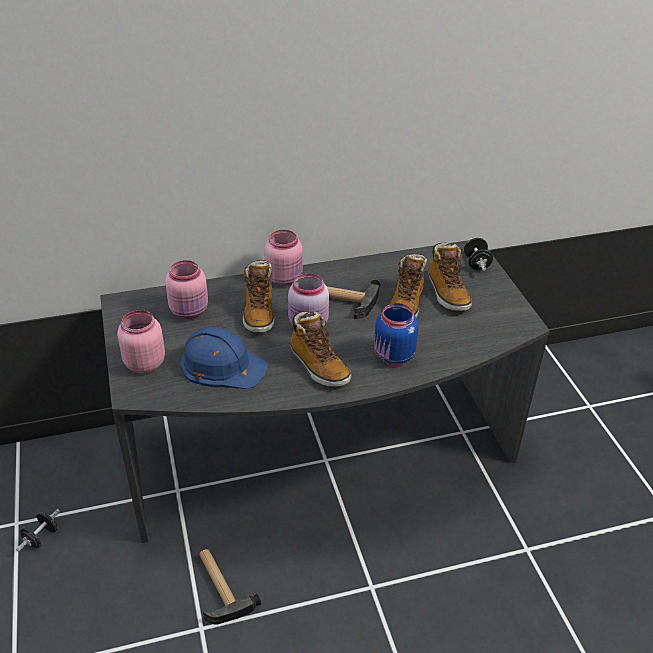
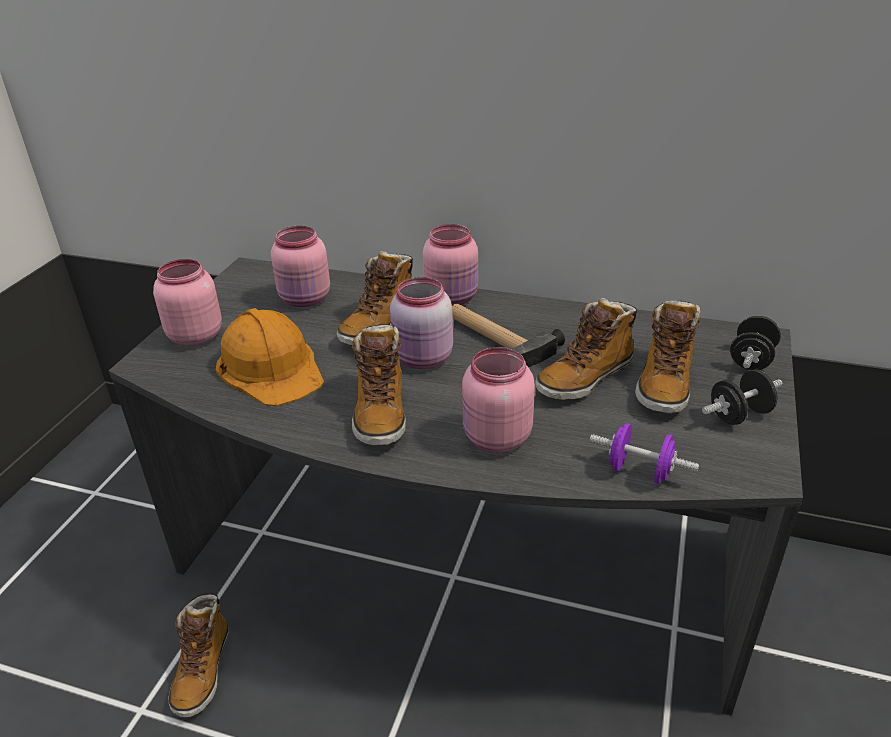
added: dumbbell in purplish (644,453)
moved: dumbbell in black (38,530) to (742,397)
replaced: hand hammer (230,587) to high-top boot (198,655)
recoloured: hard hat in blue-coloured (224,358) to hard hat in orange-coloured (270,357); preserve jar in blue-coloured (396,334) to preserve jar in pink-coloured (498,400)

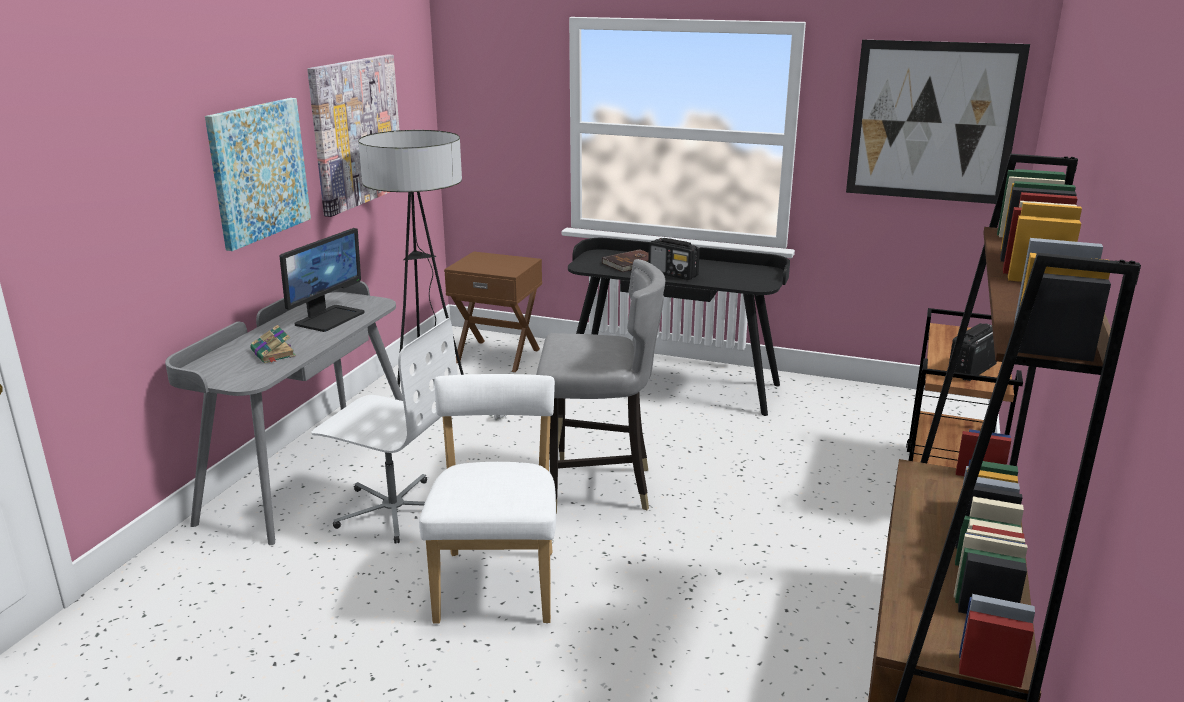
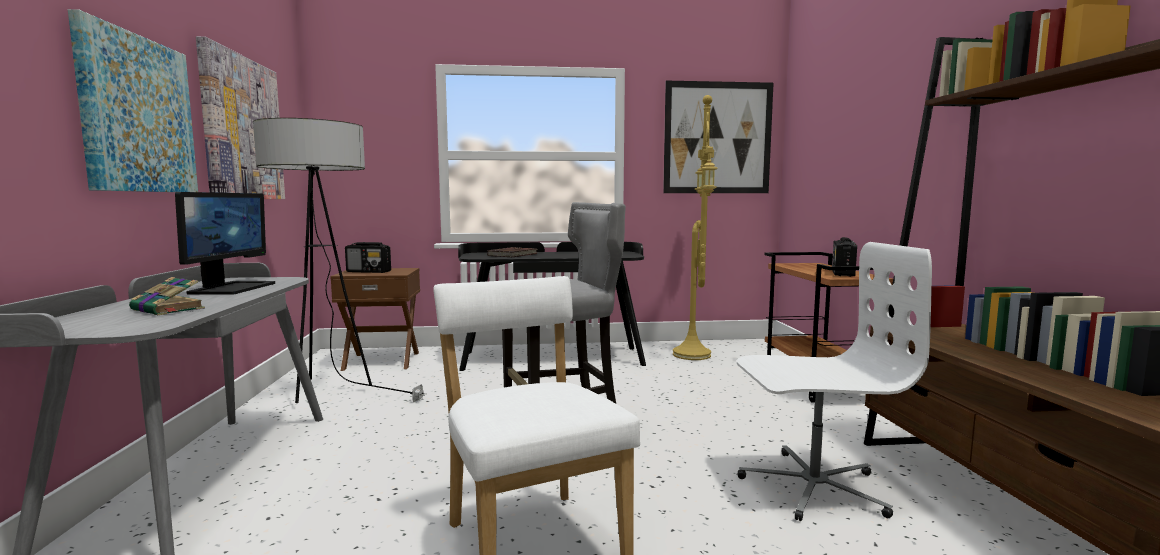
added: standard lamp in yellowish (695,227)
moved: office chair in white-coloured (384,431) to (834,381); radio receiver (674,259) to (368,257)

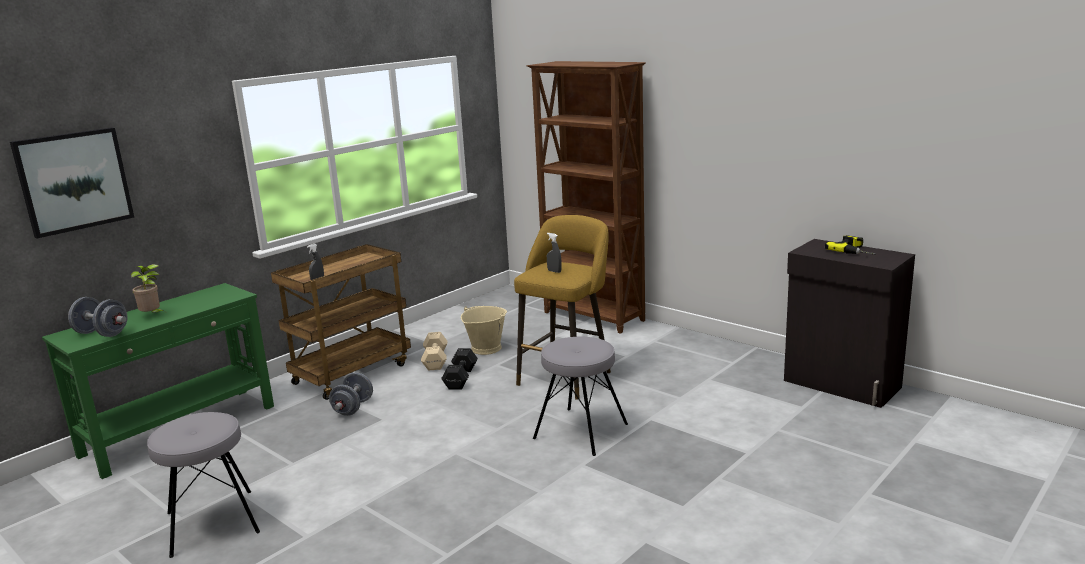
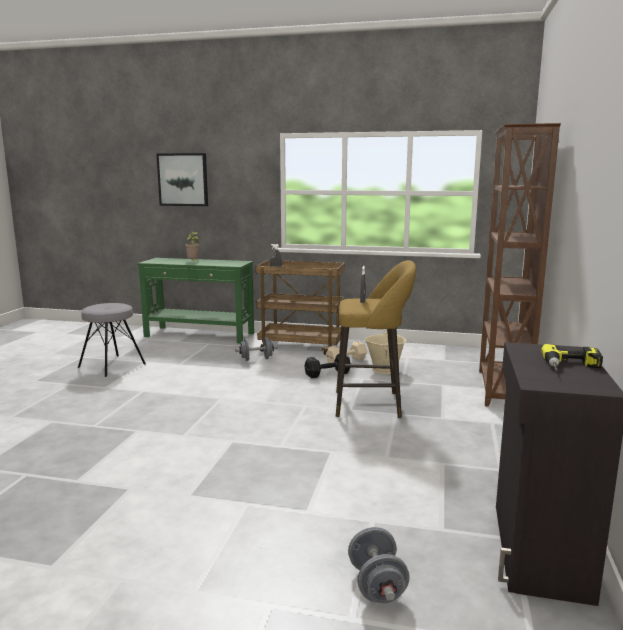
removed: stool seat in gray (580,396)
moved: dumbbell in gray (98,317) to (379,565)

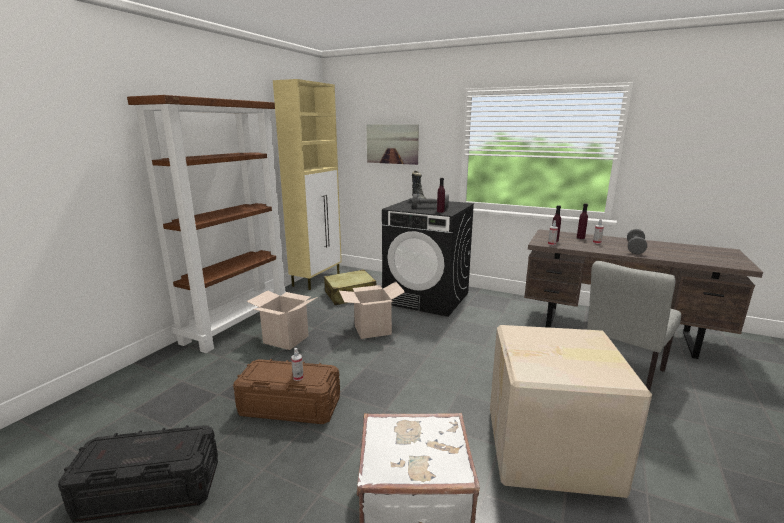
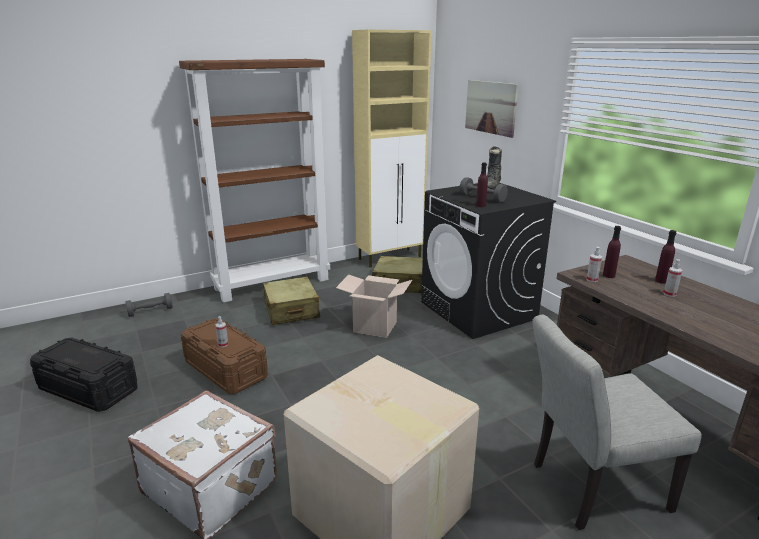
moved: dumbbell in gray (637,241) to (149,305)
replaced: carton (282,320) to suitcase in beige-coloured (291,300)

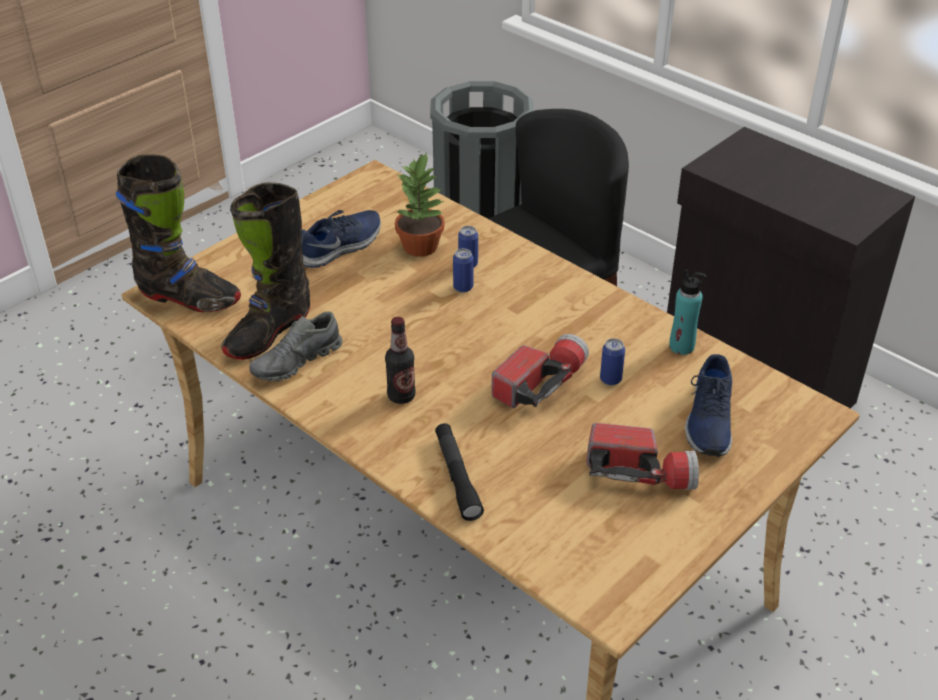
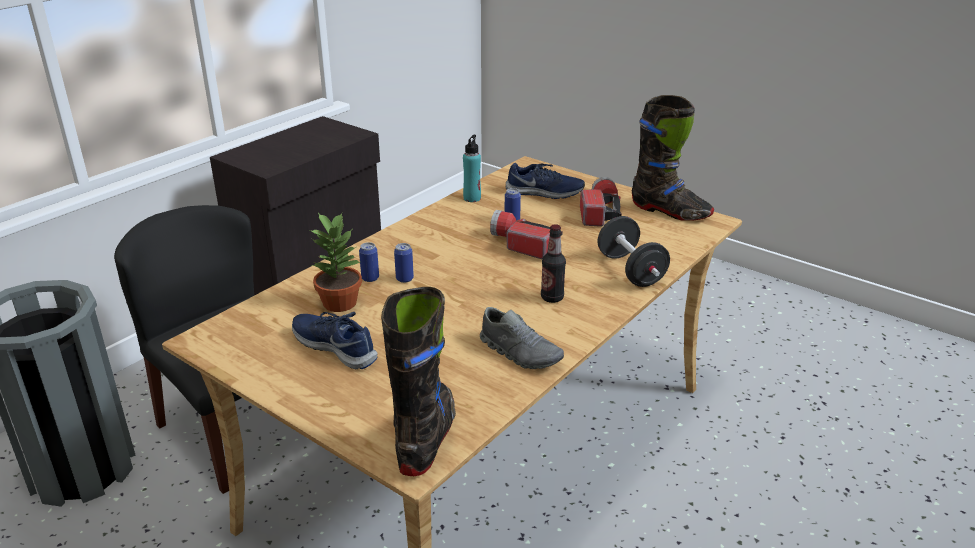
moved: high-top boot in black (265,271) to (673,158)
replaced: flashlight in black (459,472) to dumbbell in black (634,251)

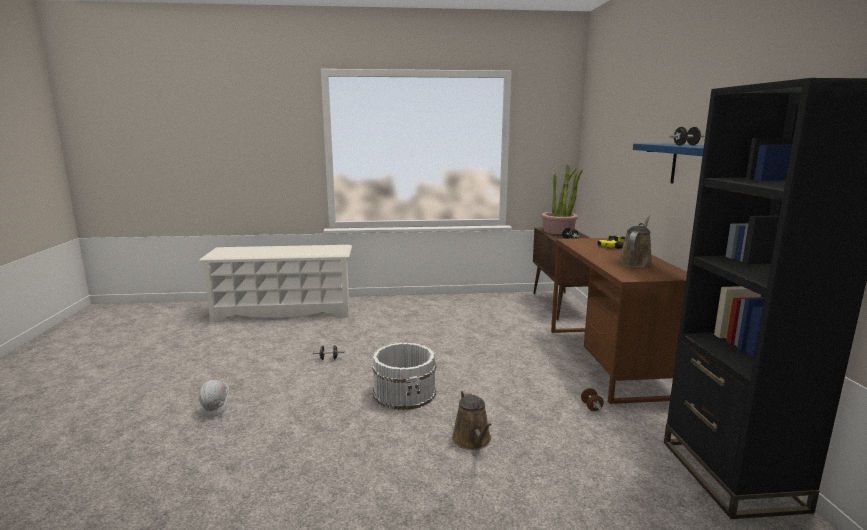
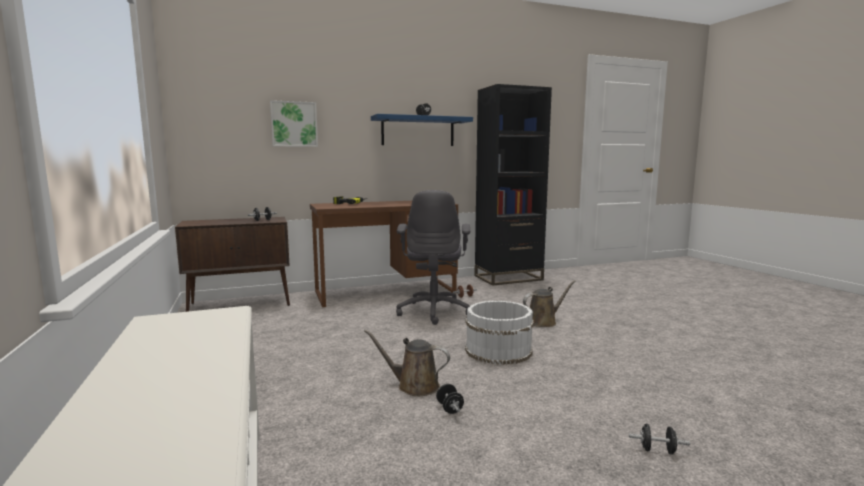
removed: plant in a pot (562,199)
added: wall art (294,123); office chair in gray (433,257)
moved: watering pot in brown-coloured (635,241) to (407,362)
replaced: hard hat in white-coloured (214,398) to dumbbell in black (659,439)

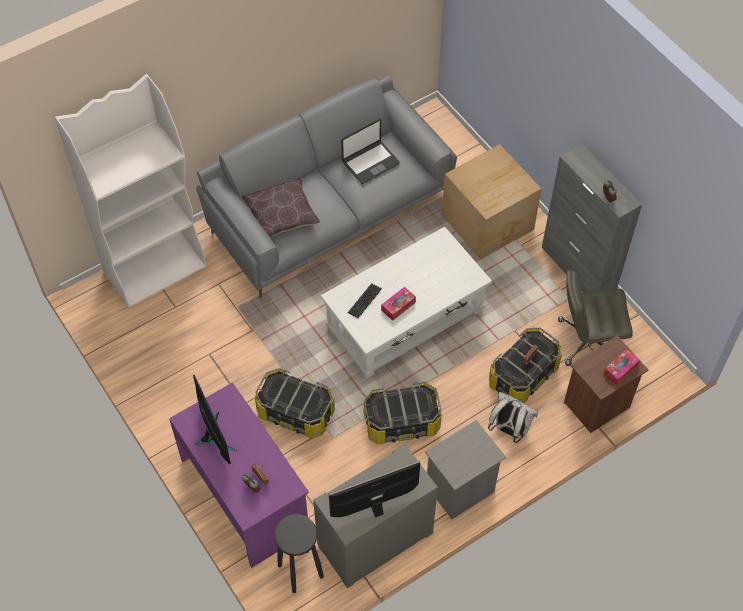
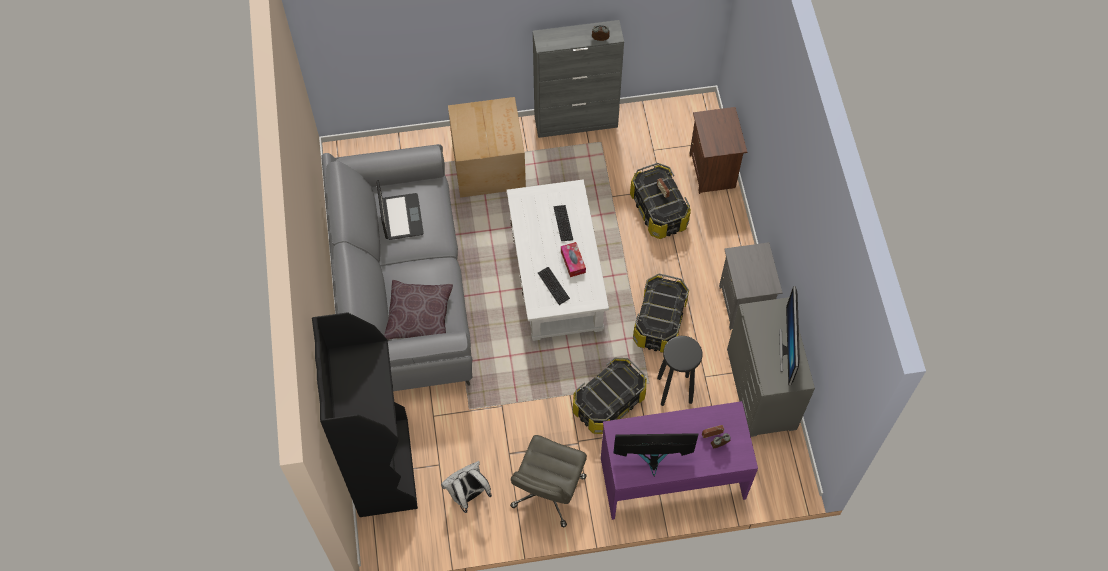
removed: tissue holder (621,367)
added: computer keyboard (563,223)
moved: stool seat in black (299,553) to (679,371); knapsack in white-coloured (513,417) to (466,487); office chair in gray (595,318) to (548,481)
recoloured: shelving unit in white-coloured (130,191) to shelving unit in black (365,414)

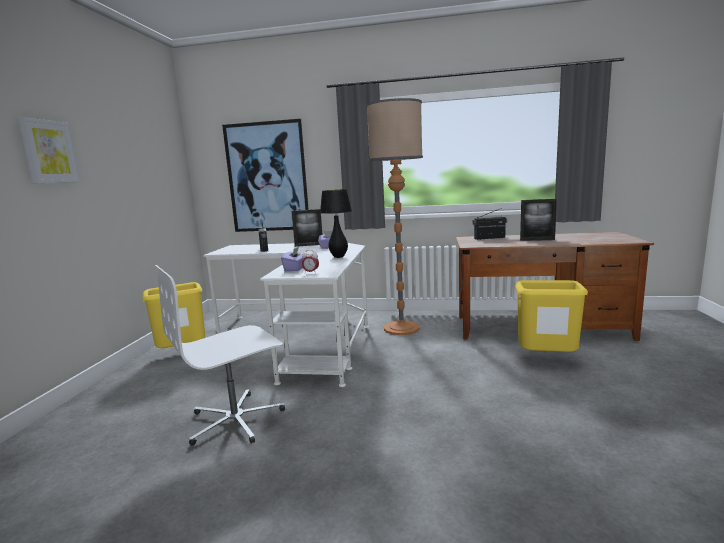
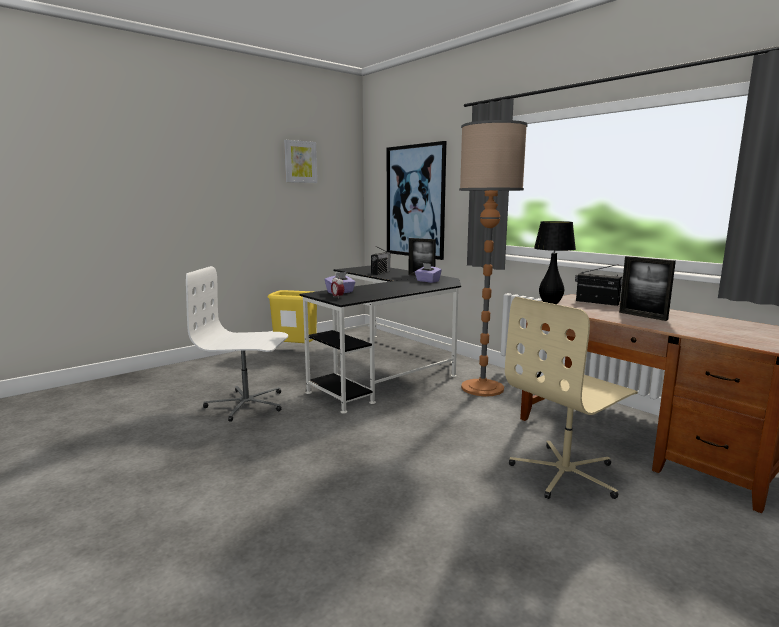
moved: wall art (48,150) to (300,161); table lamp in black (336,223) to (555,262)
replaced: rubbish bin in yellowish (551,316) to office chair in beige-coloured (571,398)
recoloured: desk unit in white-coloured (286,315) to desk unit in black (380,340)

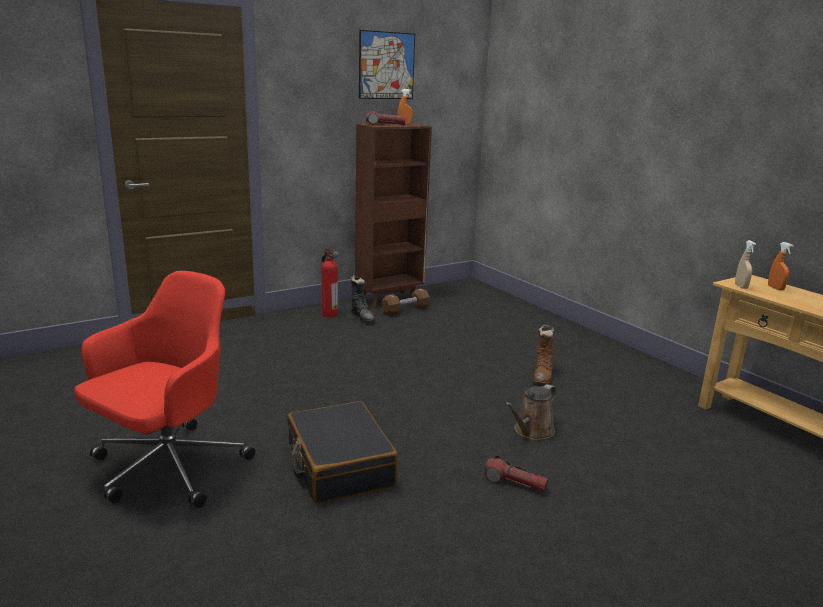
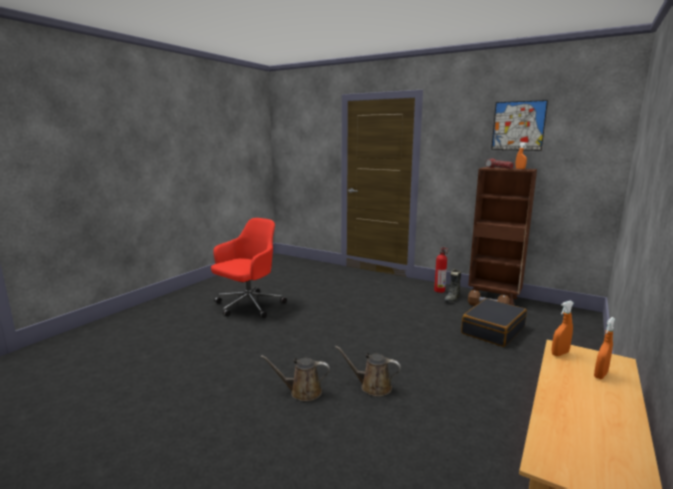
removed: high-top boot in brown-coloured (543,354)
moved: suitcase in black (342,452) to (494,322)
replaced: flashlight (516,474) to watering pot in brown-coloured (295,378)
recoloured: hand sprayer in beige-coloured (745,264) to hand sprayer in orange-coloured (563,328)
turned: office chair in reddish (164,389) = (249,268) 60 degrees counterclockwise

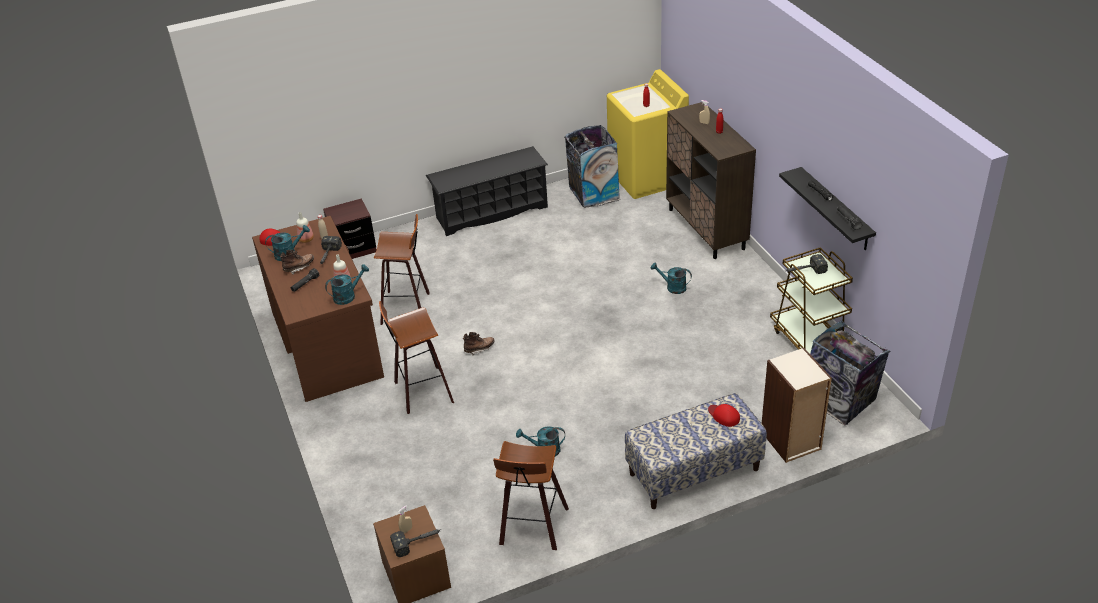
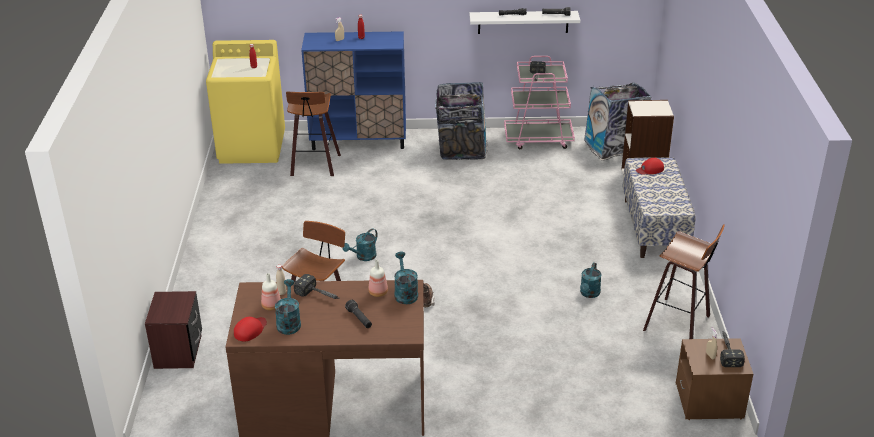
removed: high-top boot in brown-coloured (297,262); shoe shelf in black (487,191)
moved: stool seat (416,357) to (313,134); rubbish bin (592,166) to (461,121); watering pot in blue-green (671,278) to (360,245)
recoloured: cabinet in brown-coloured (711,180) to cabinet in blue-coloured (353,90); wheeled cart in brown-coloured (811,300) to wheeled cart in pink-coloured (539,102); shelf in black (827,208) to shelf in white-coloured (524,22)

